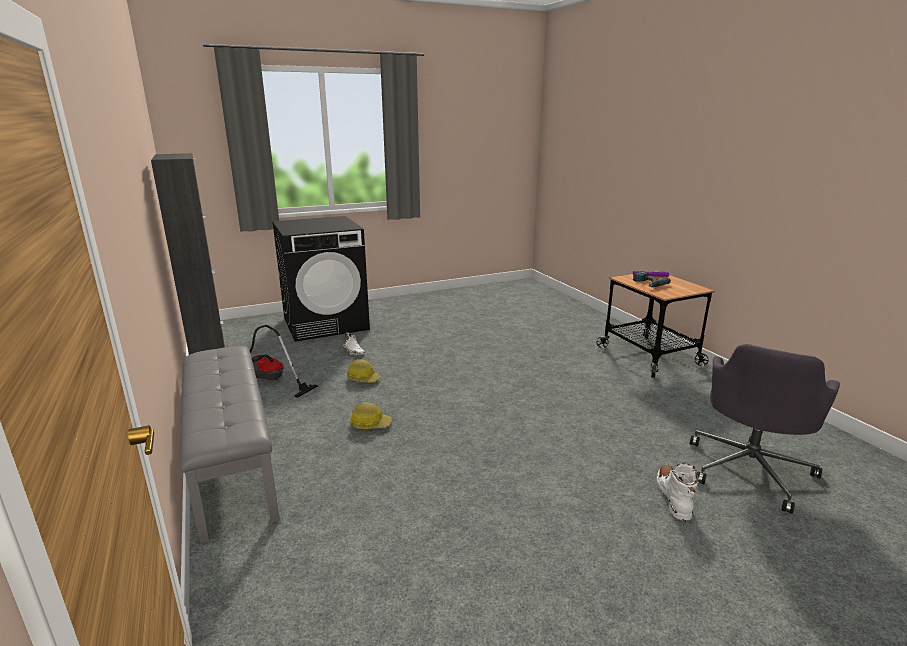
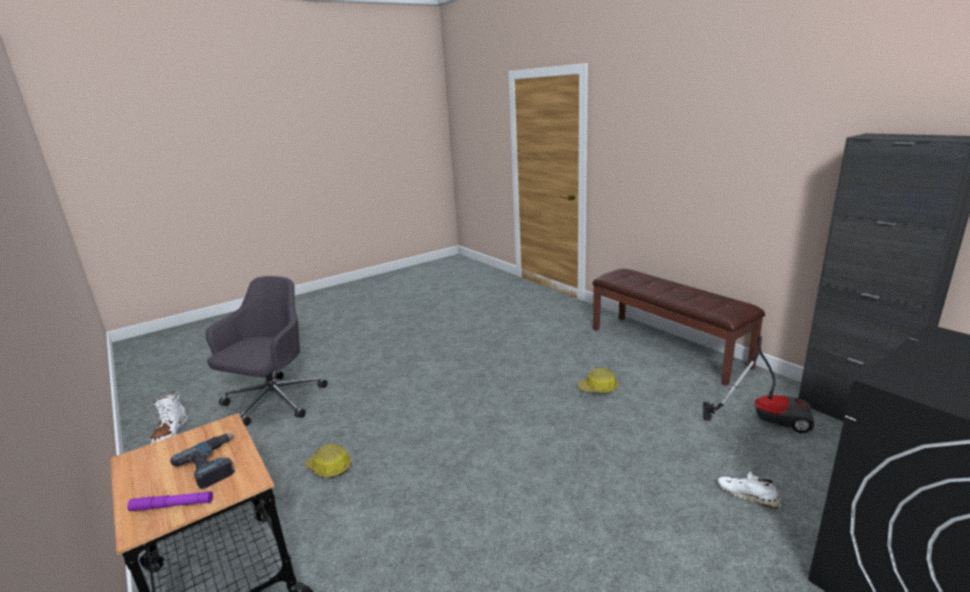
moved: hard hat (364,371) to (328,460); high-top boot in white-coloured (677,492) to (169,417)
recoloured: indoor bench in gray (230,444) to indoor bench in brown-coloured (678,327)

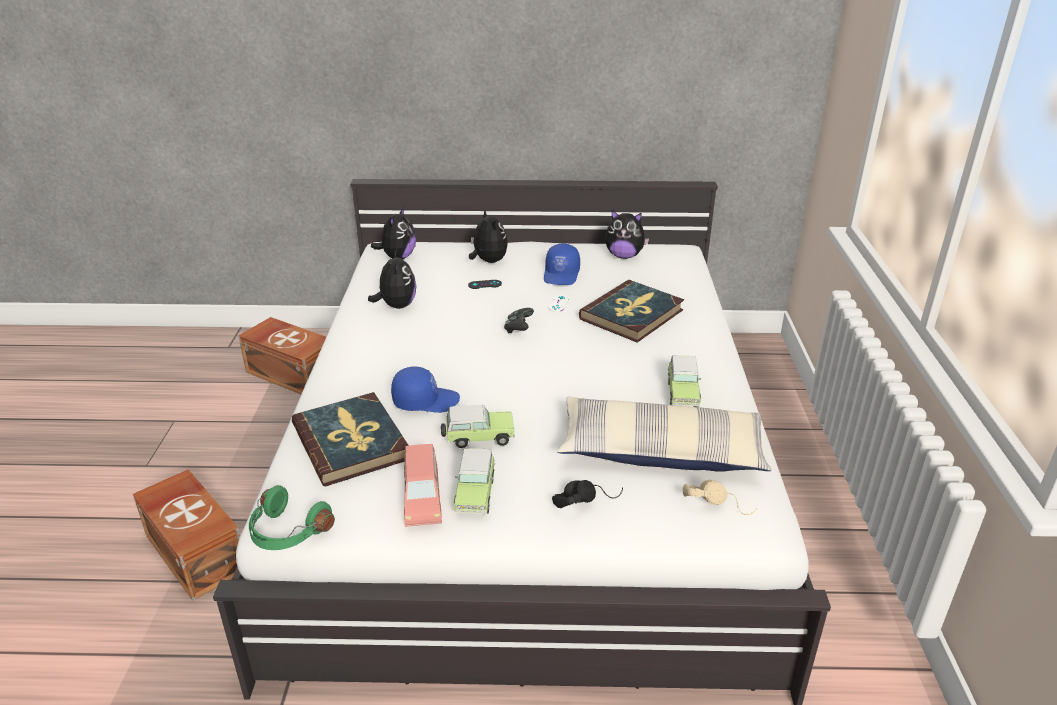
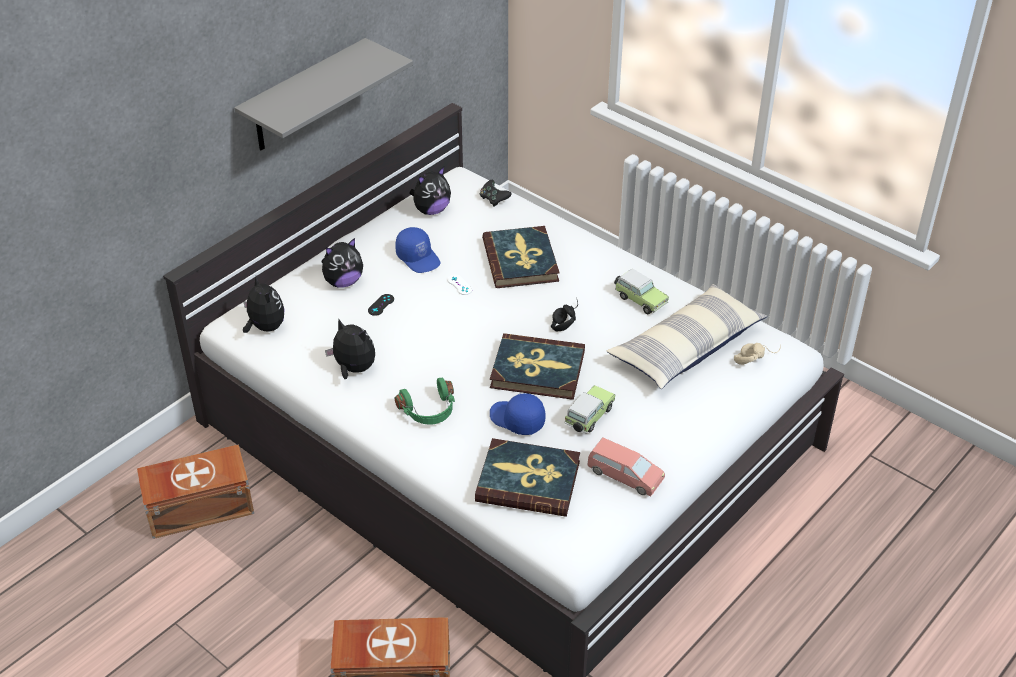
removed: miniature car (474,481)
added: shelf in gray (323,94); volume (537,366)
moved: headphones in green (292,517) to (425,401); joypad in black (519,320) to (496,193); headphones in black (587,494) to (564,315)
turned: baseball cap in blue-coloured (425,389) = (518,414) 90 degrees counterclockwise; soft toy (488,236) = (342,263) 135 degrees clockwise

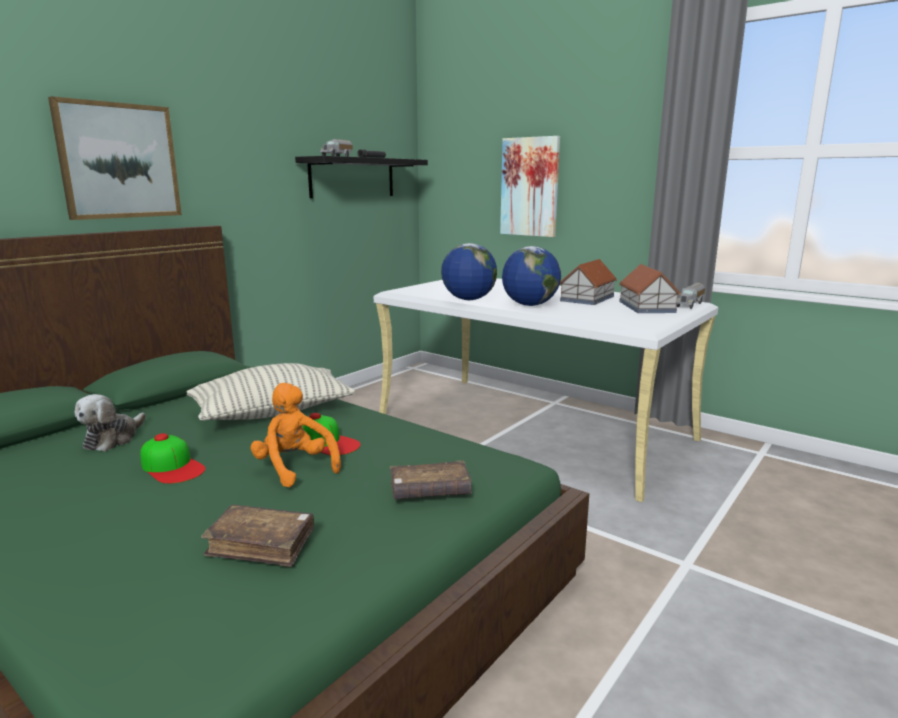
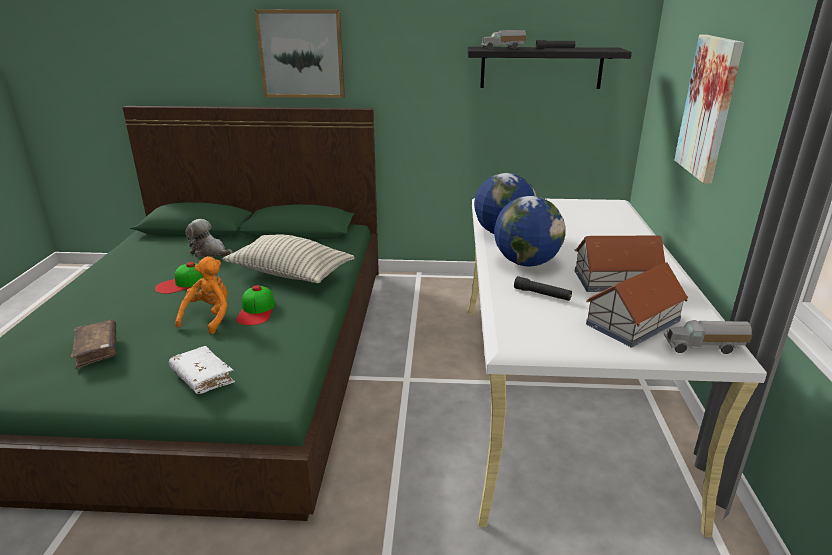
added: flashlight in black (543,288)
recoloured: volume in brown-coloured (431,480) to volume in white-coloured (202,370)
turned: soft toy (110,422) = (209,238) 45 degrees clockwise; baseball cap (173,458) = (179,278) 45 degrees clockwise

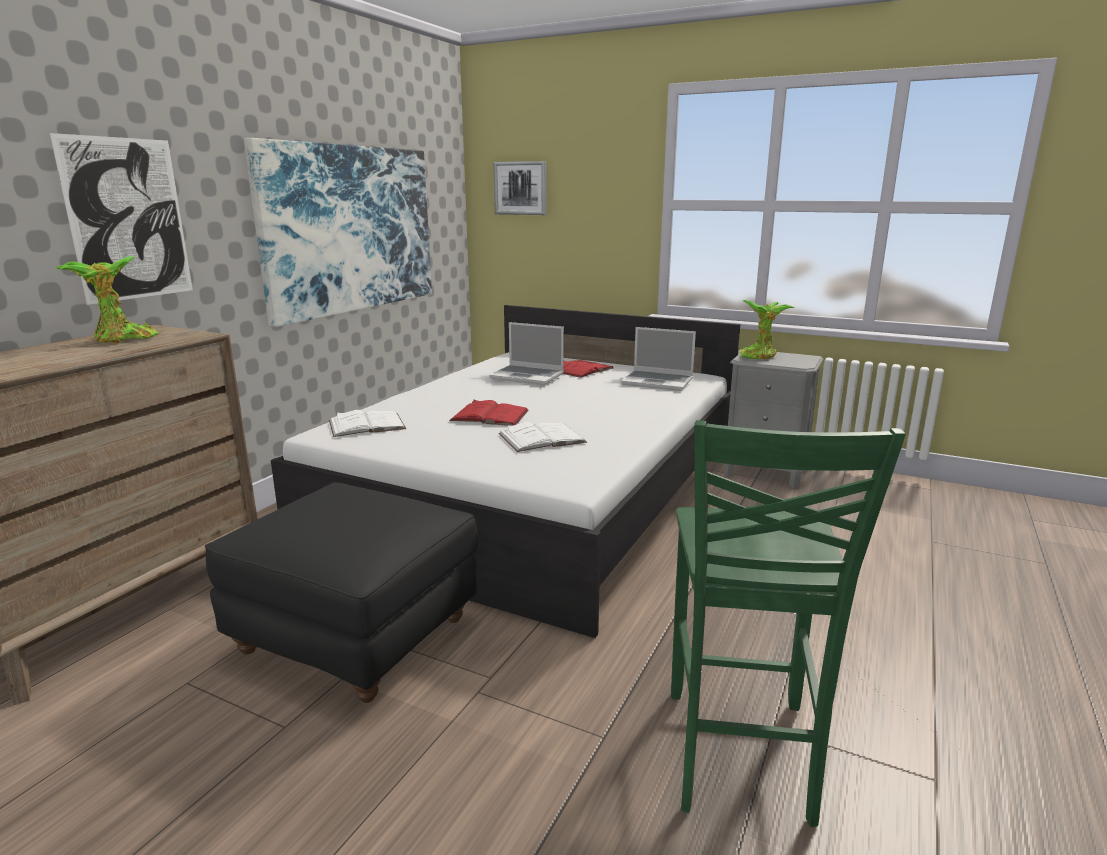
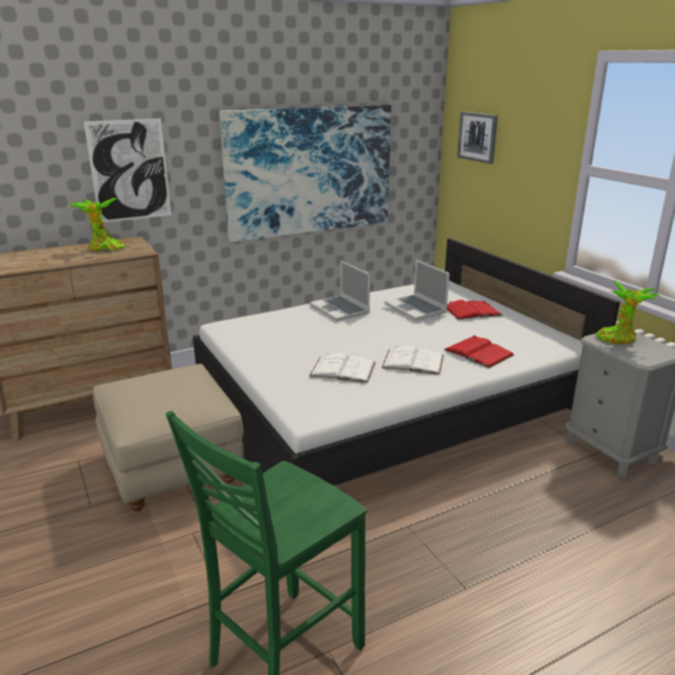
moved: volume in white-coloured (367,423) to (413,360); volume in reddish (489,413) to (479,351); notebook computer (658,359) to (340,291)
recoloured: footrest in black (341,592) to footrest in beige-coloured (168,438)

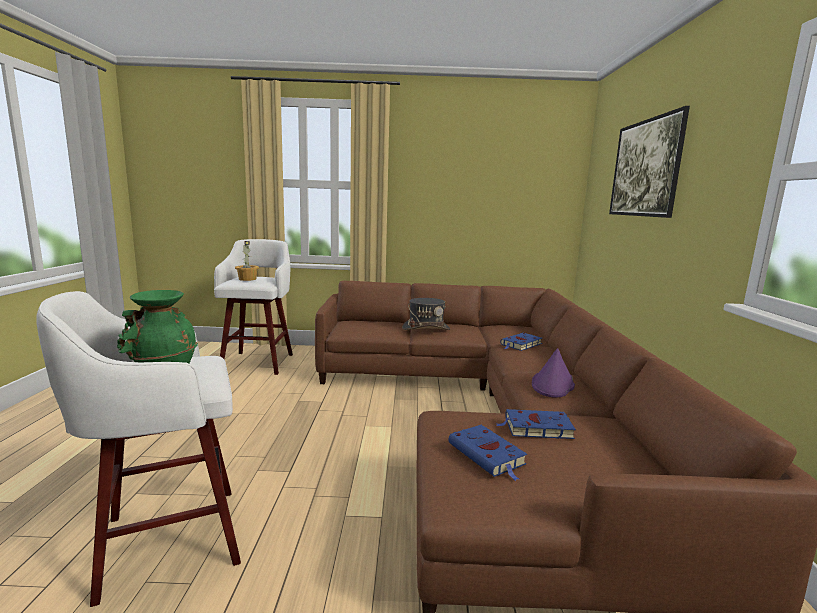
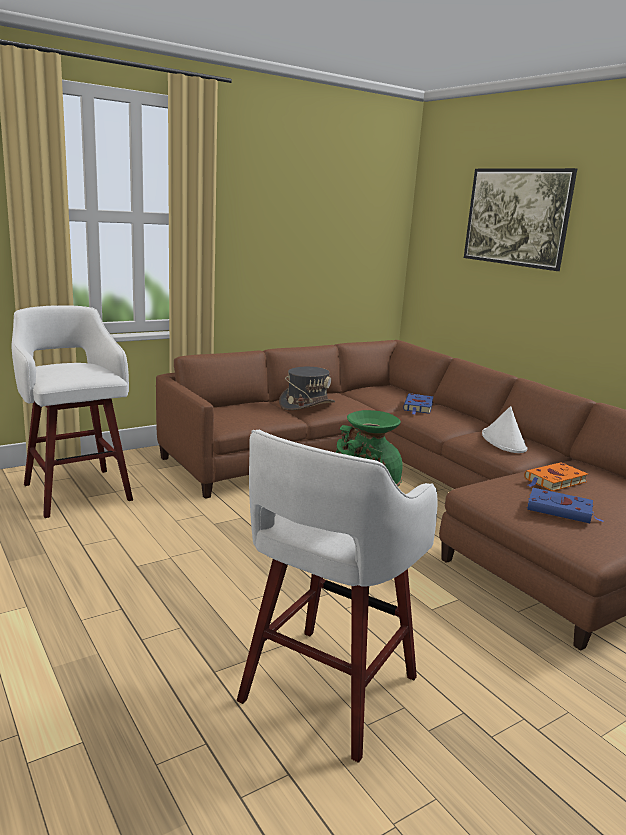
removed: plant in a pot (247,261)
recoloured: volume in blue-coloured (536,424) to volume in orange-coloured (556,476); hat in purplish (553,373) to hat in white-coloured (505,429)

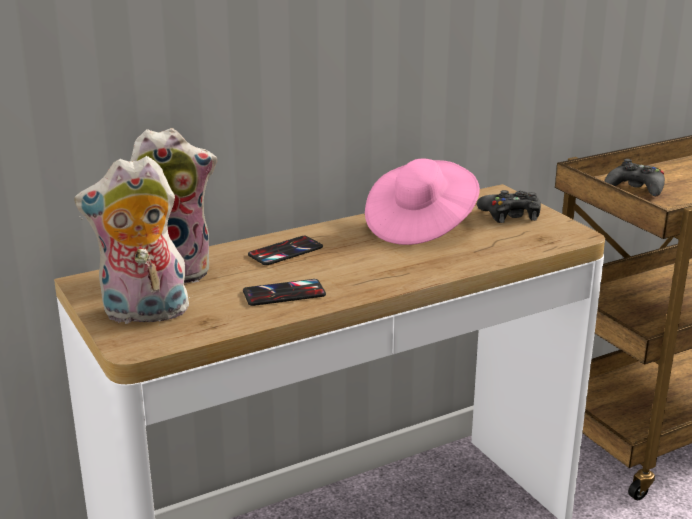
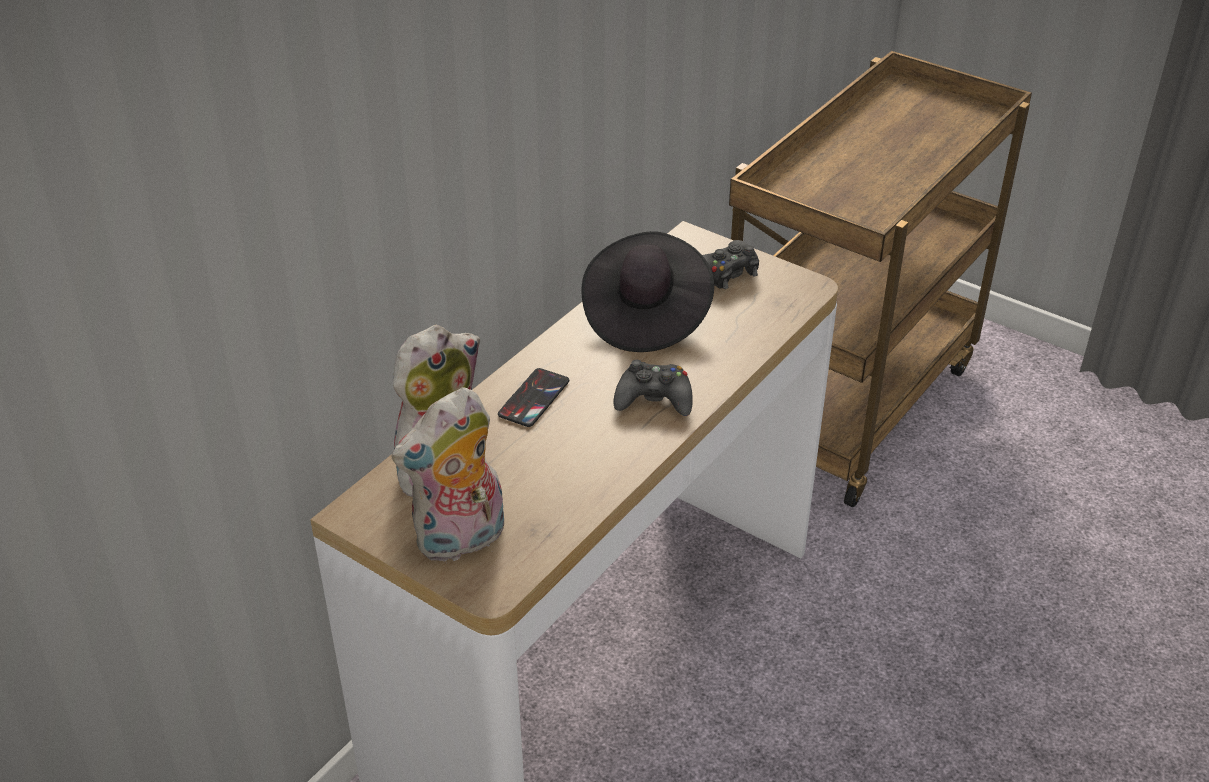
removed: handset (284,292)
moved: joypad in black (634,177) to (653,388)
recoloured: hat in pink-coloured (422,202) to hat in black (647,291)

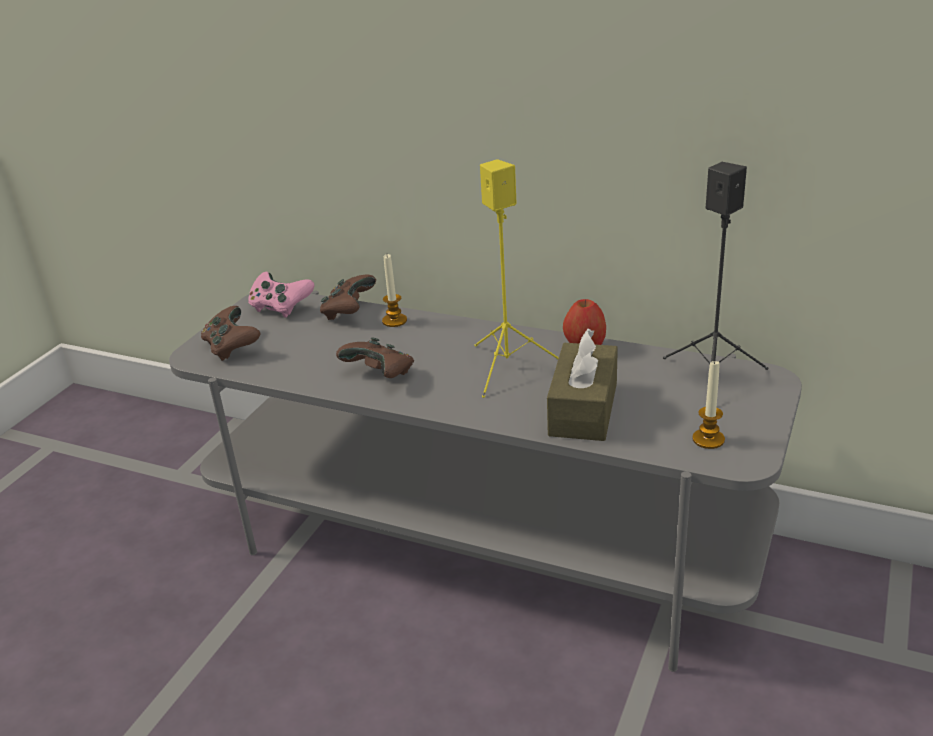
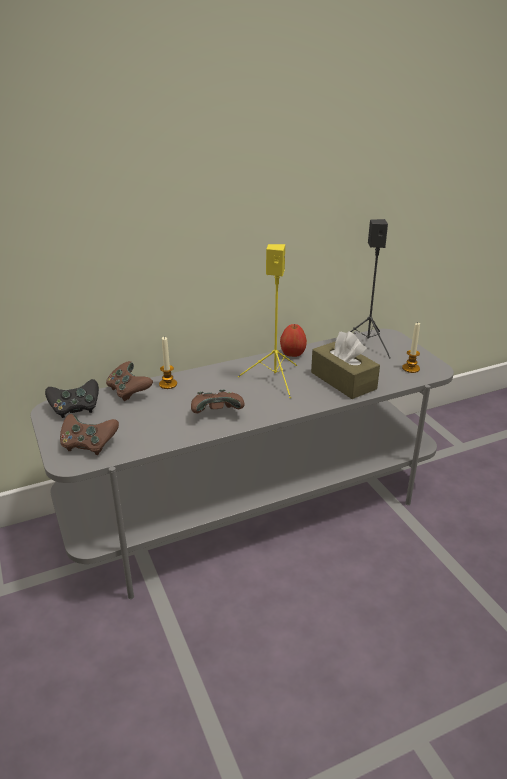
recoloured: joypad in pink-coloured (281,294) to joypad in black (72,398)

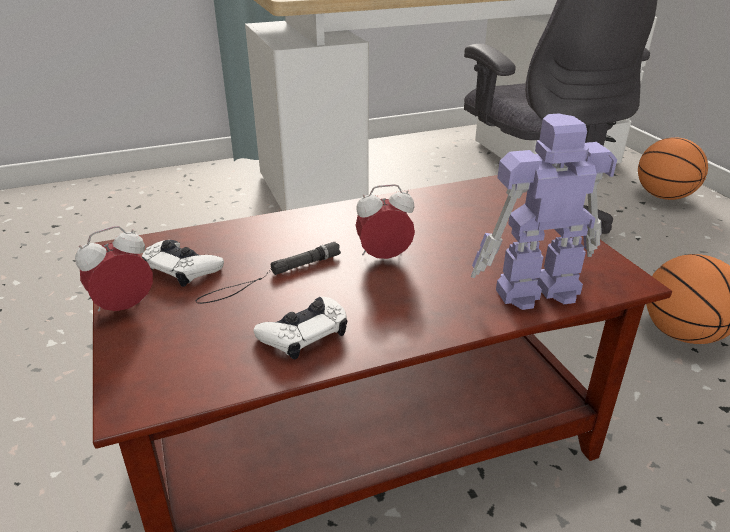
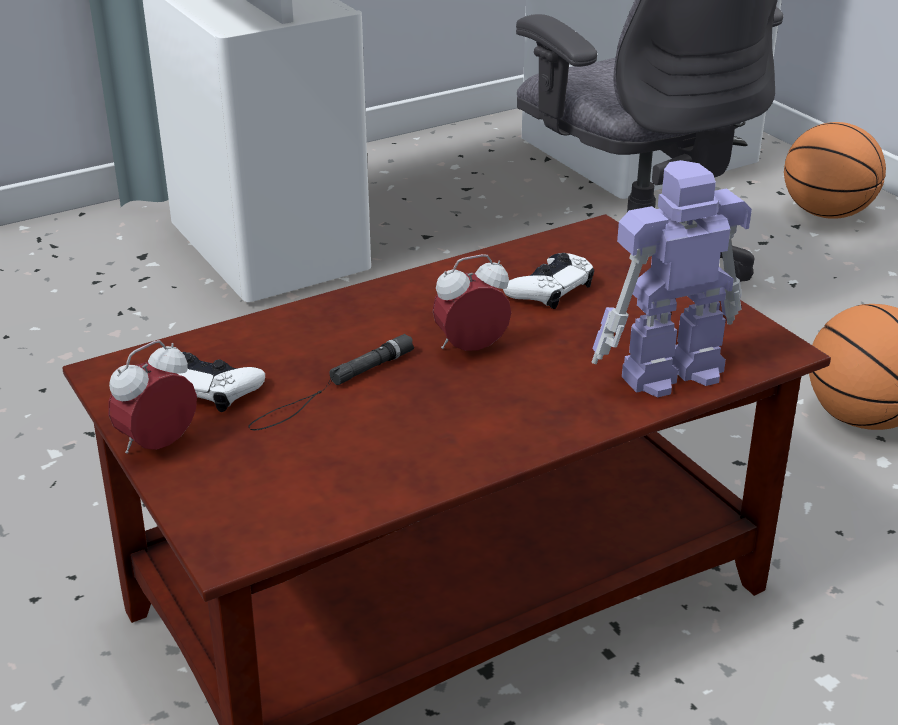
moved: joypad in white-coloured (300,328) to (548,281)

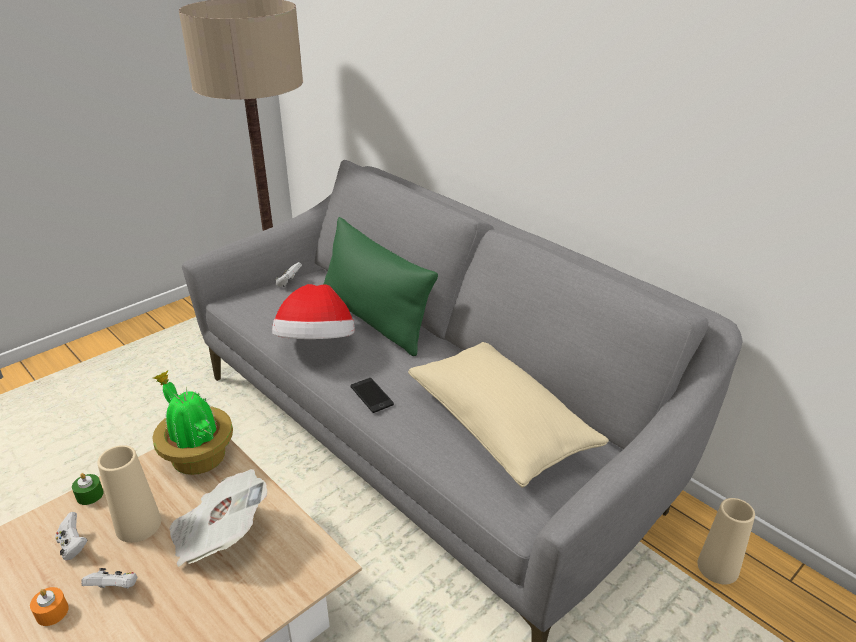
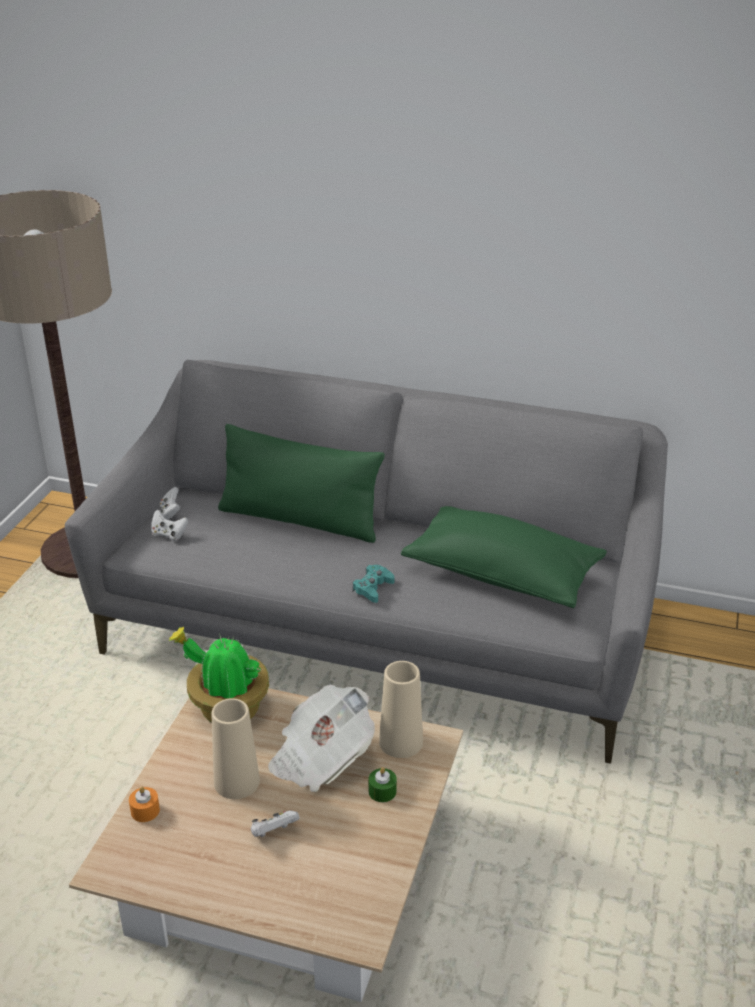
removed: hat (313,311)
moved: wax light in orange-coloured (49,606) to (144,804); joypad in white-coloured (71,536) to (170,525); wax light in green (88,489) to (383,784); decorative vase in beige-coloured (726,541) to (401,709)
replaced: handset (372,395) to joypad in blue-green (373,584)
recoloured: pillow in beige-coloured (508,415) to pillow in green (504,557)

